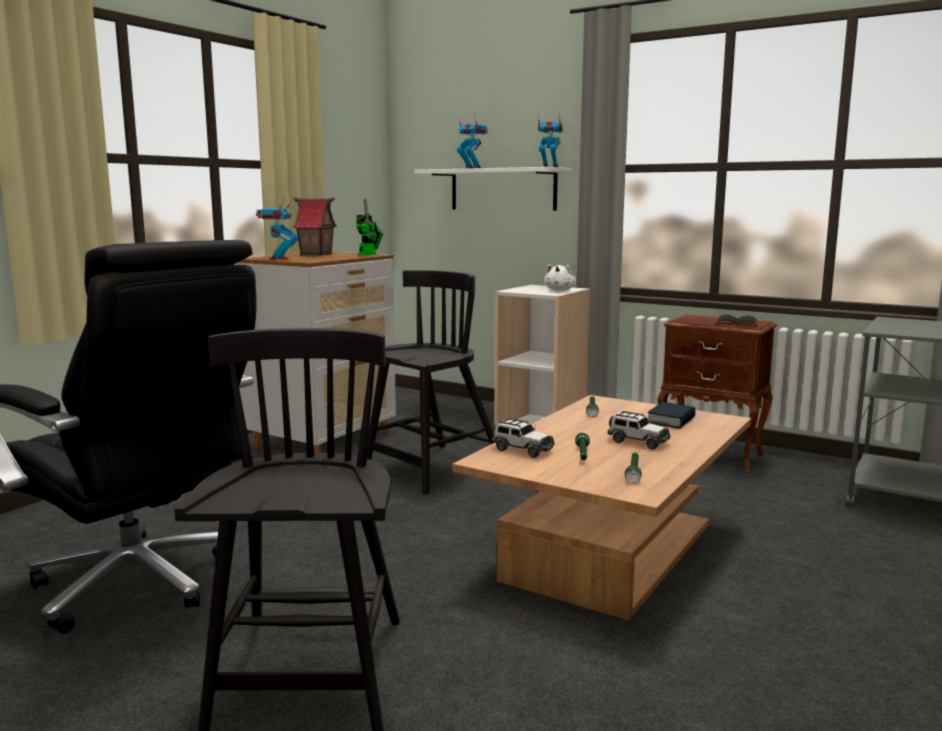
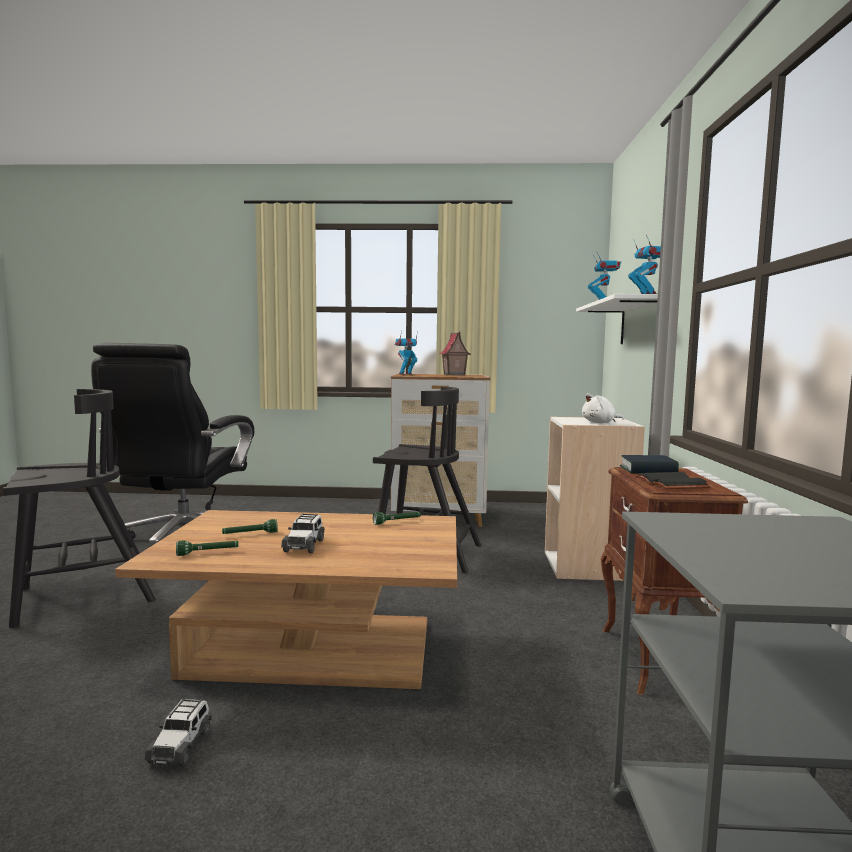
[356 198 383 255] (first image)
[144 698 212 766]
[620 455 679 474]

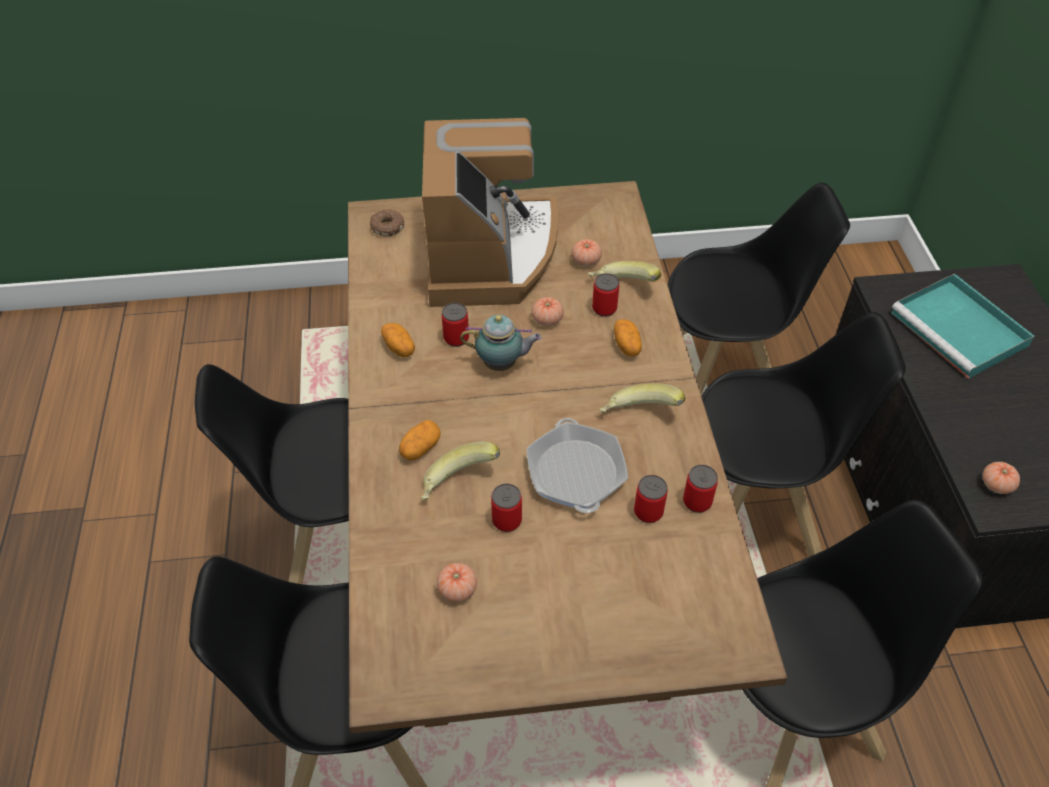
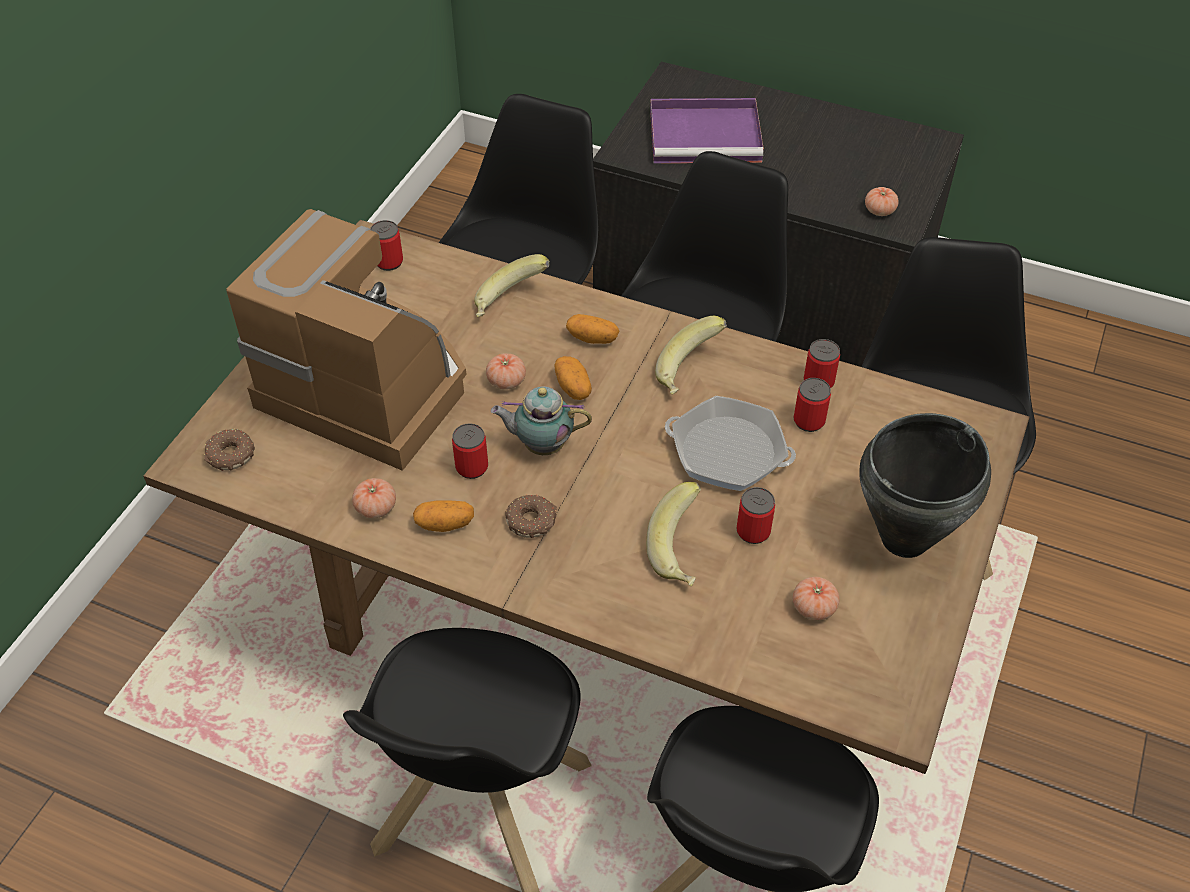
[554 356 592 400]
[491 386 592 455]
[352 478 396 518]
[370 220 403 271]
[650 98 764 163]
[505 495 557 538]
[859 413 991 558]

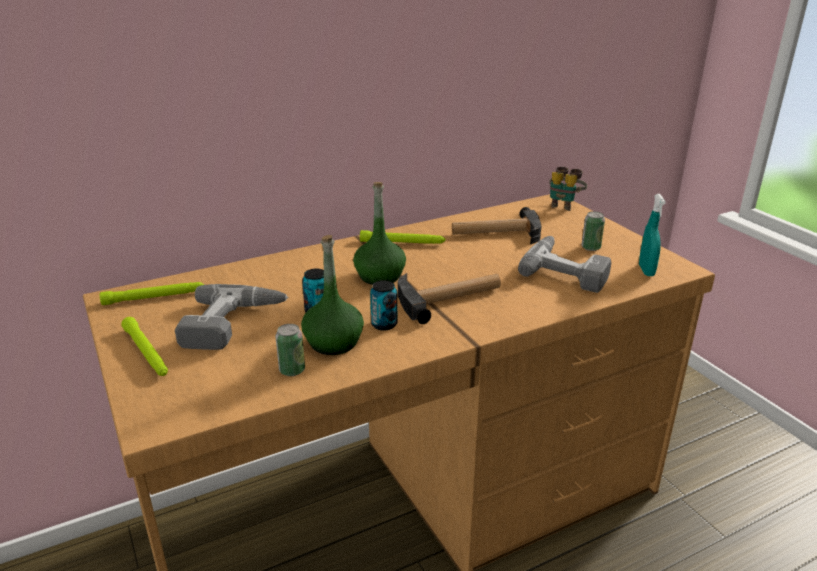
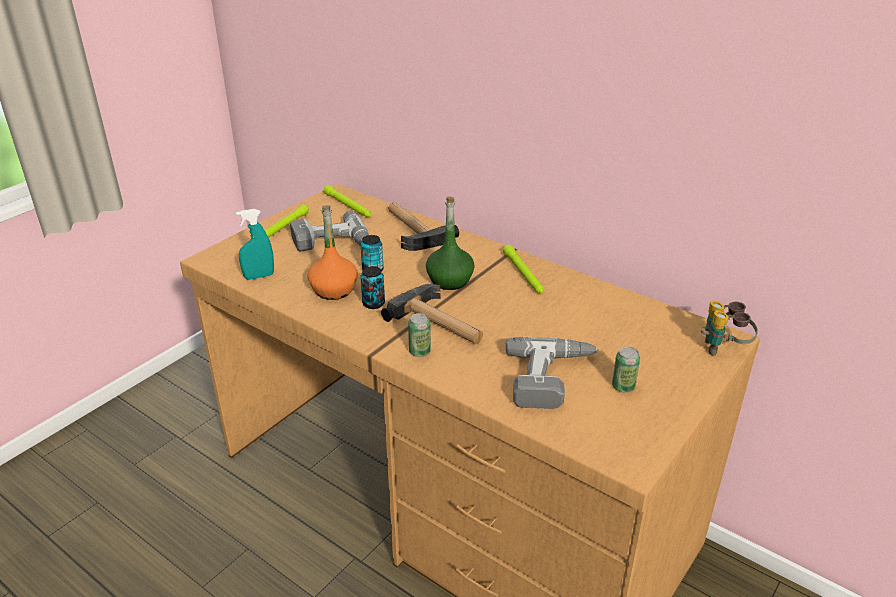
[408 313 431 357]
[308 205 357 300]
[388 202 459 251]
[236 209 274 280]

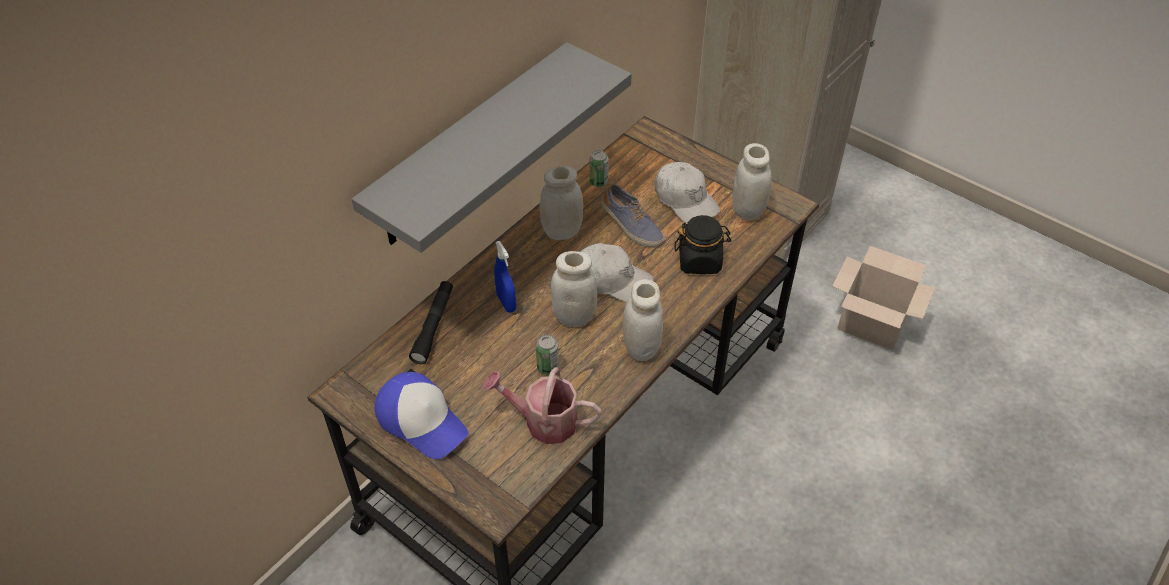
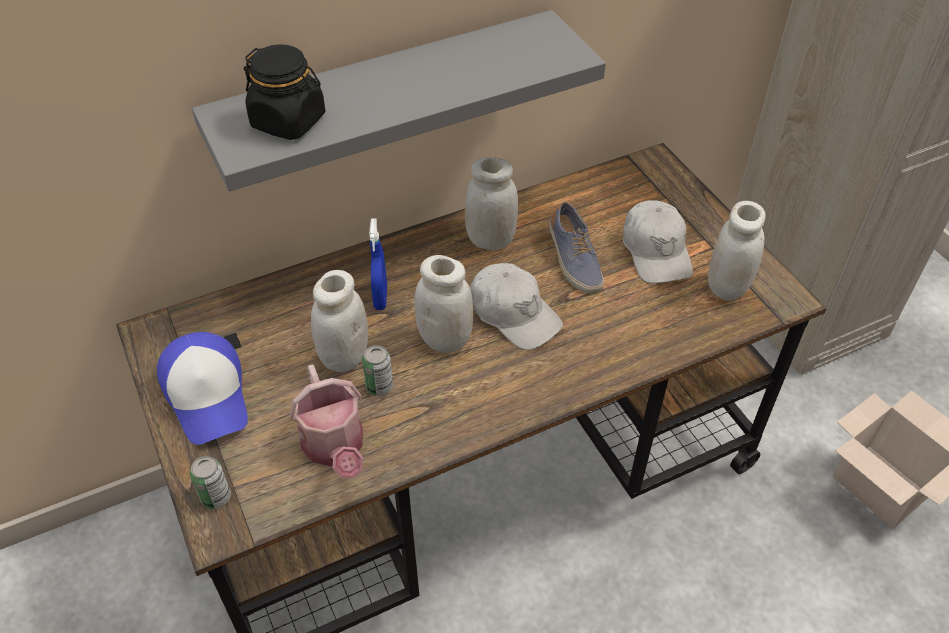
[409 281 453 364] (first image)
[289 364 364 479]
[190 456 231 509]
[311 270 368 372]
[244 44 325 140]

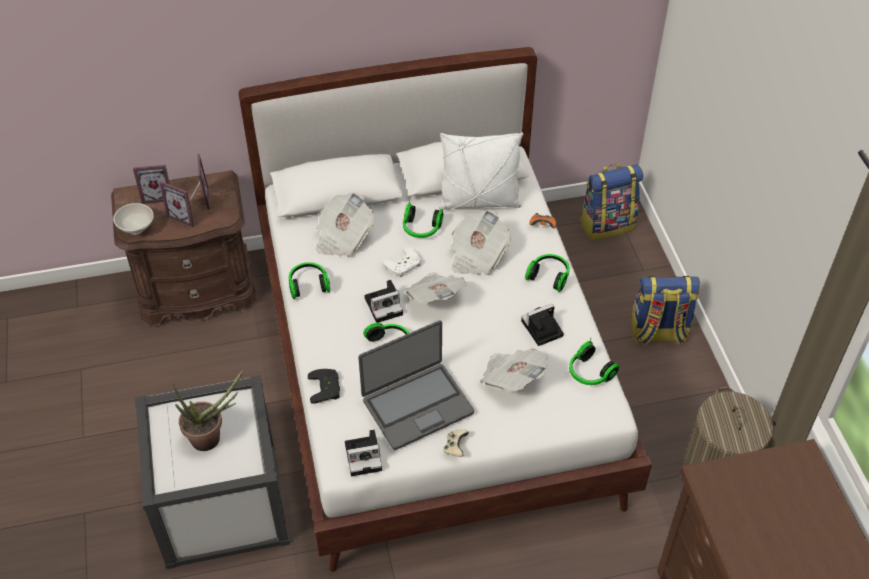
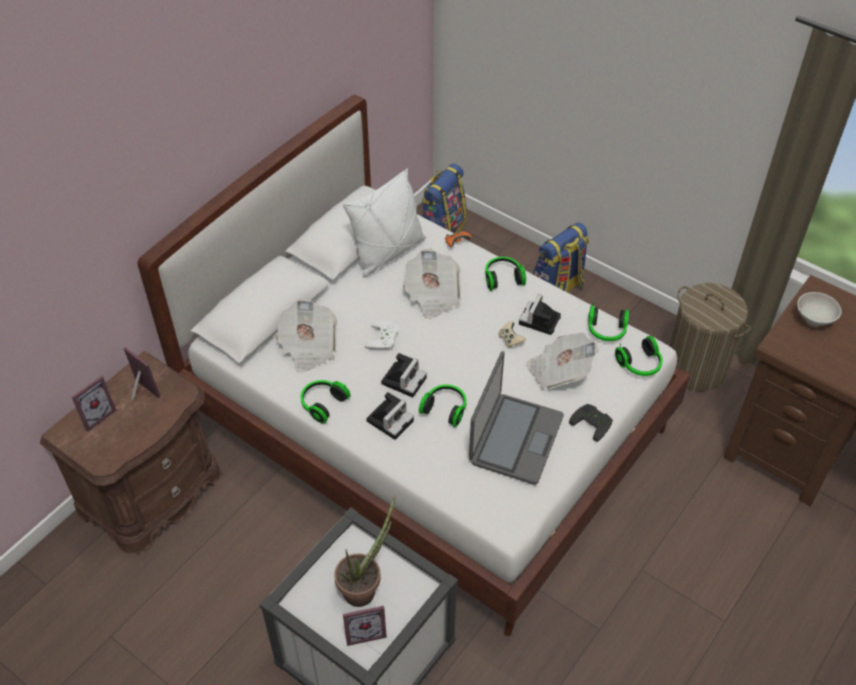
[797 292 842 327]
[343 606 387 646]
[569 404 613 442]
[366 392 414 440]
[615 336 663 376]
[404 272 466 304] (first image)
[499 321 526 347]

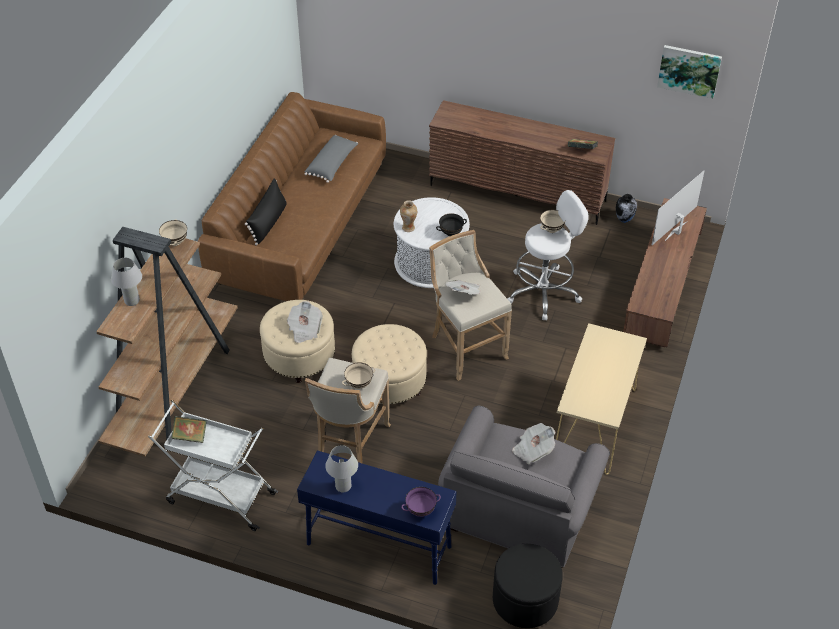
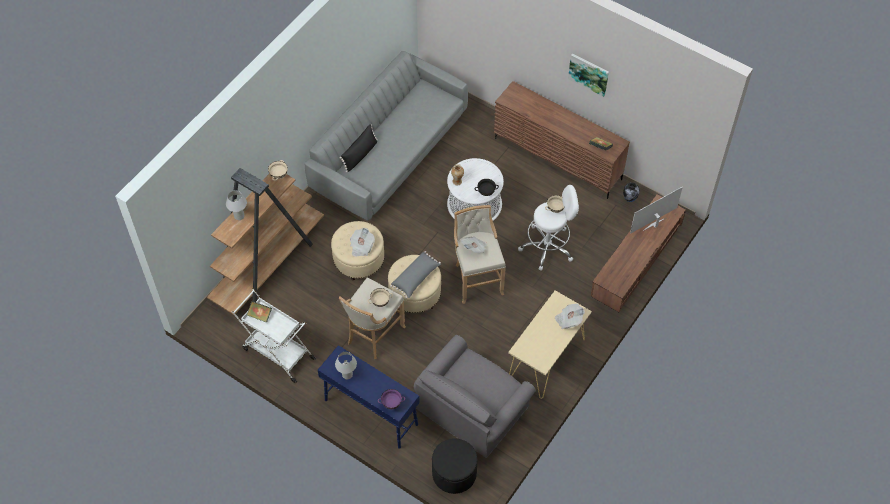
[305 51 468 221]
[390 251 441 299]
[555 304 585 329]
[568 53 609 97]

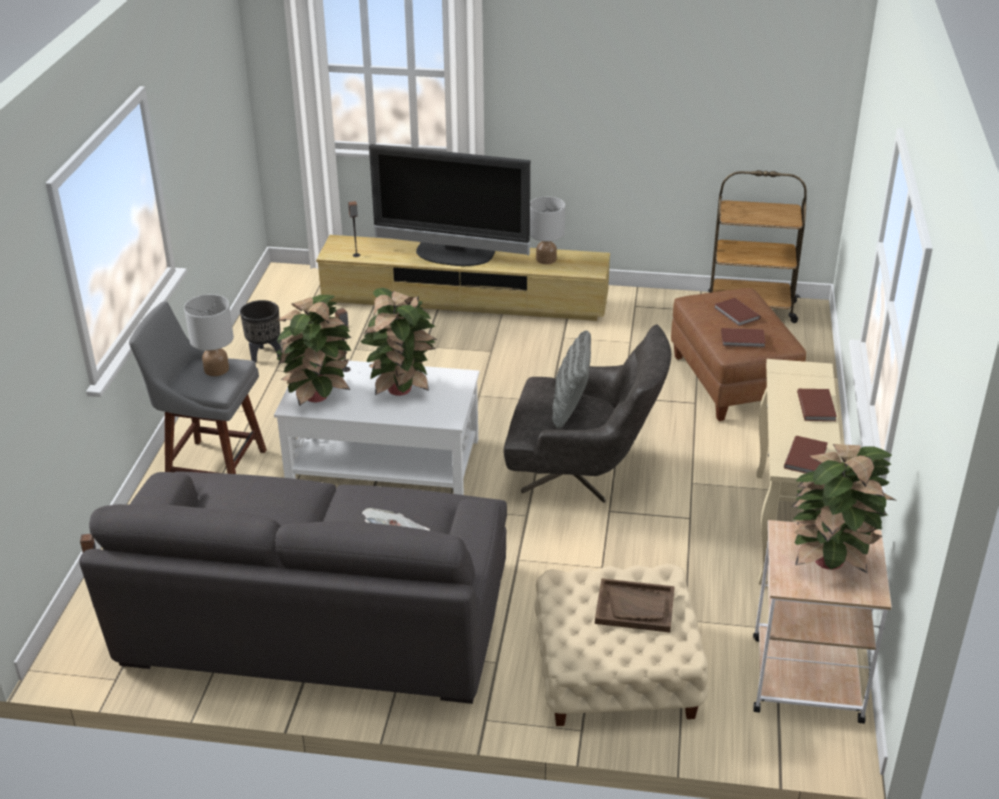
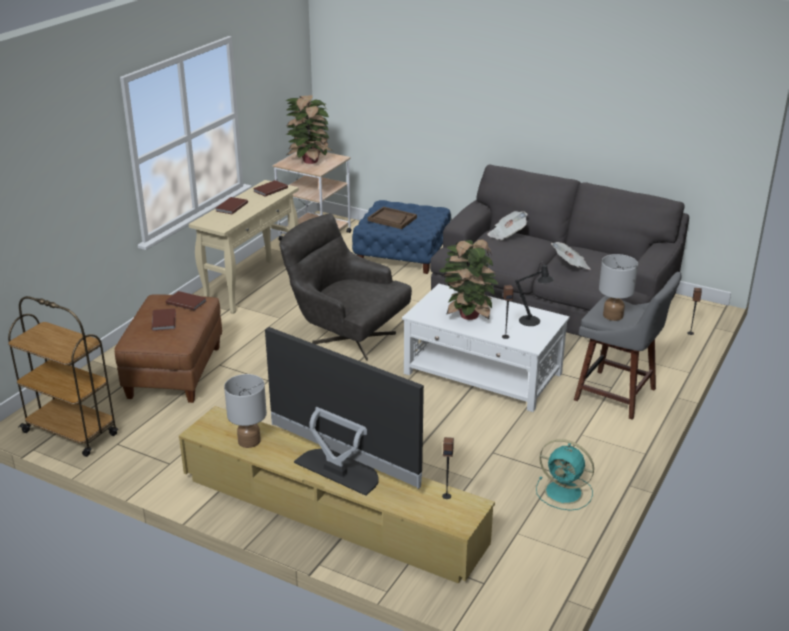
[536 439 594 511]
[515 261 554 326]
[352 200 451 274]
[552 330 591 429] (first image)
[551 242 590 270]

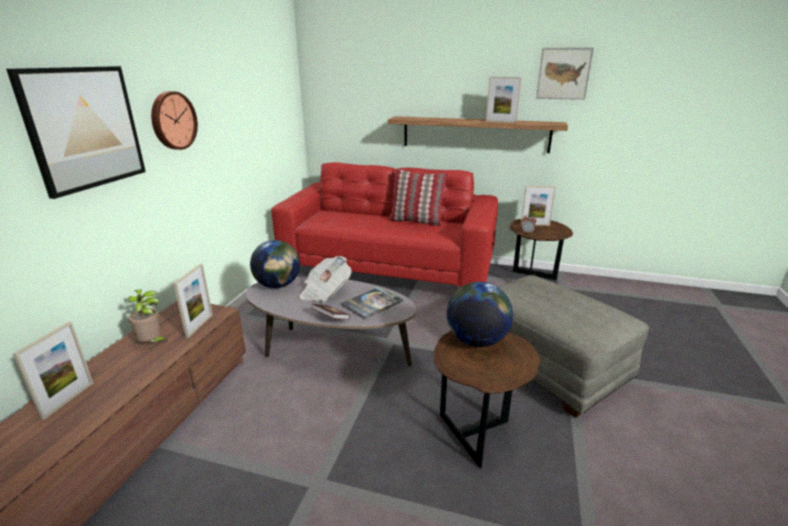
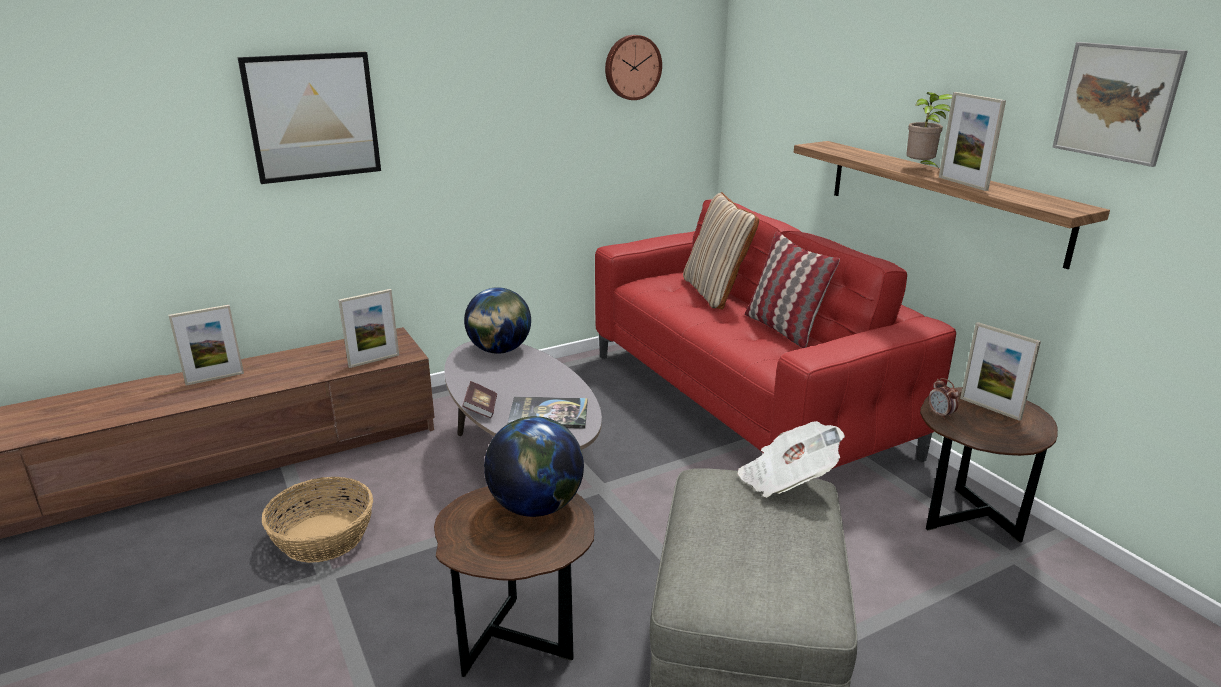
[906 92 952 169]
[605 35 662 100]
[737 421 845 498]
[262 477 373 563]
[683 192 759 310]

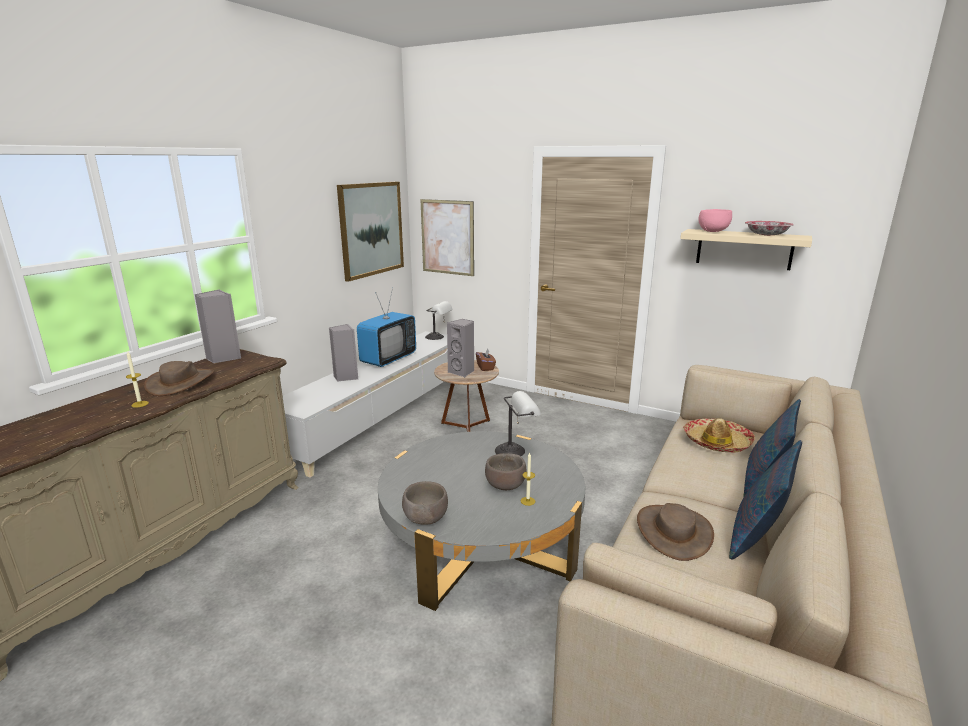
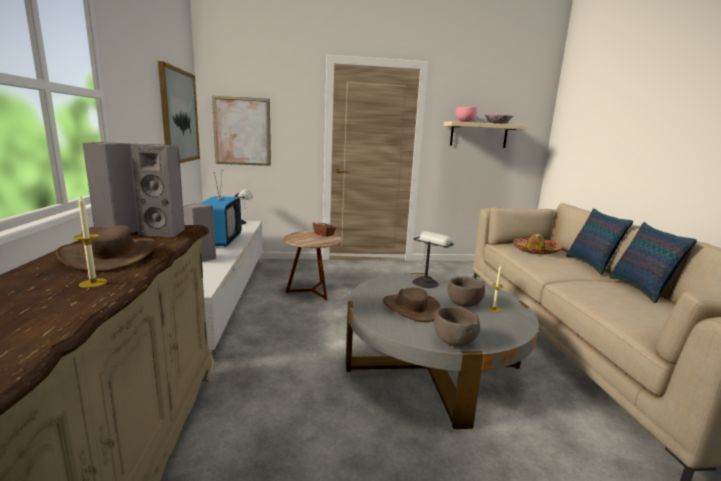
[129 144 185 238]
[383 288 441 322]

